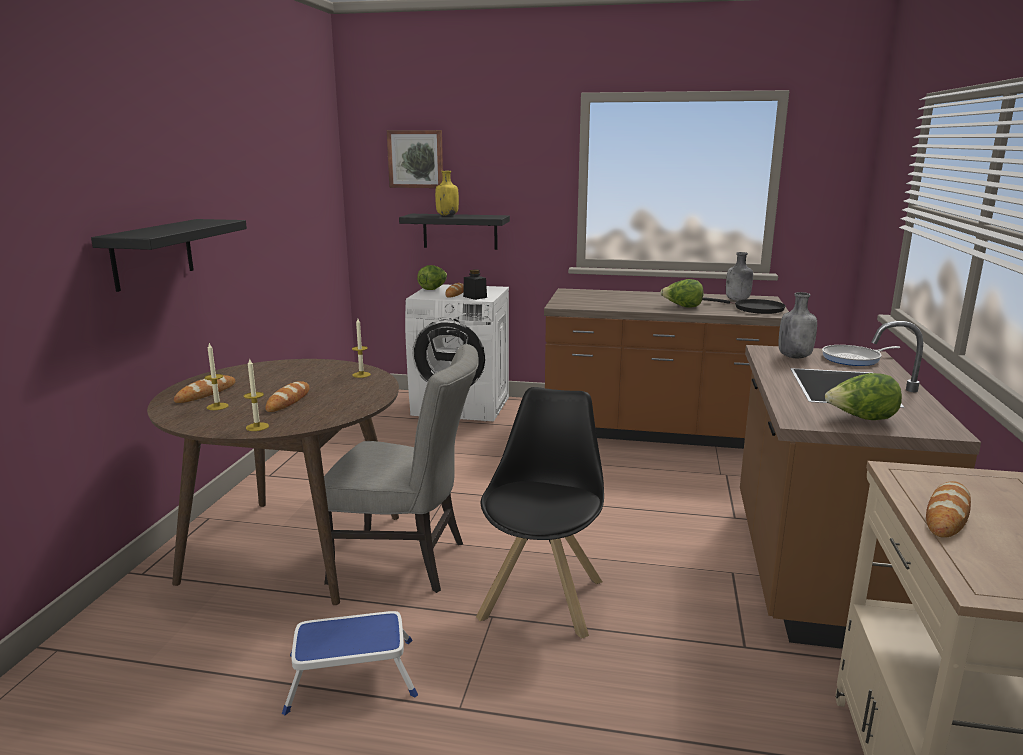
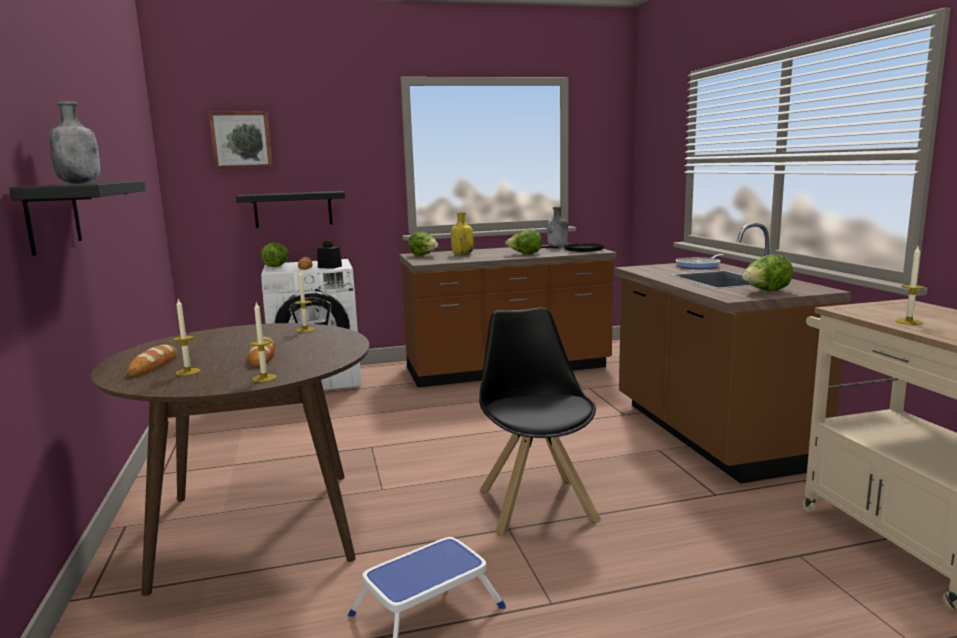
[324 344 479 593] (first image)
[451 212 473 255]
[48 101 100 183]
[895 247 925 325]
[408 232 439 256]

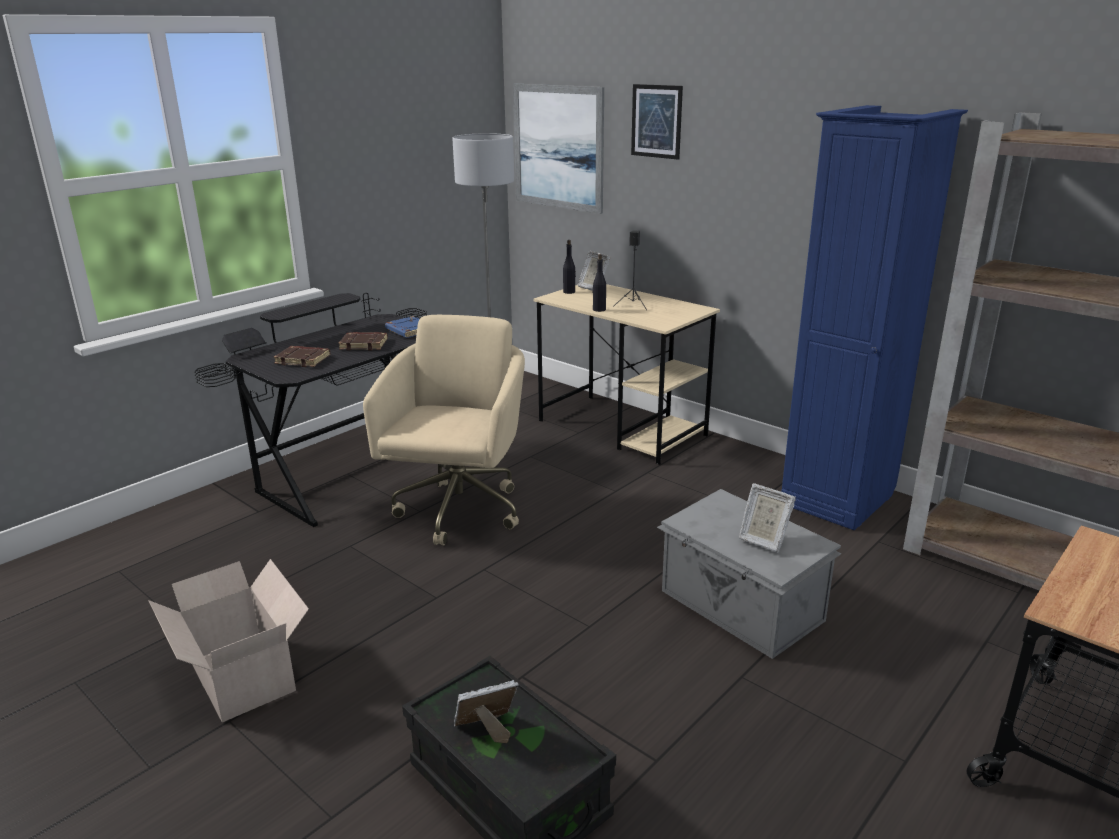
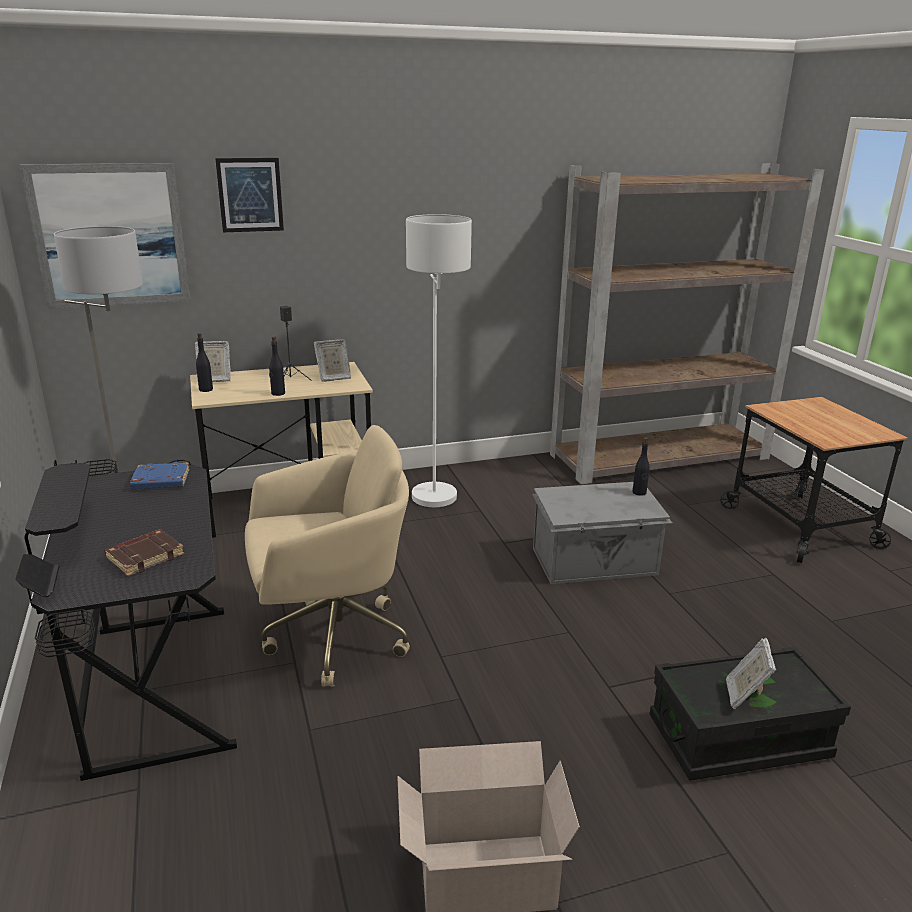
[338 332 388 351] (first image)
[245 425 410 687]
[313 339 351 382]
[781 105 968 530] (first image)
[406 214 472 507]
[632 437 650 496]

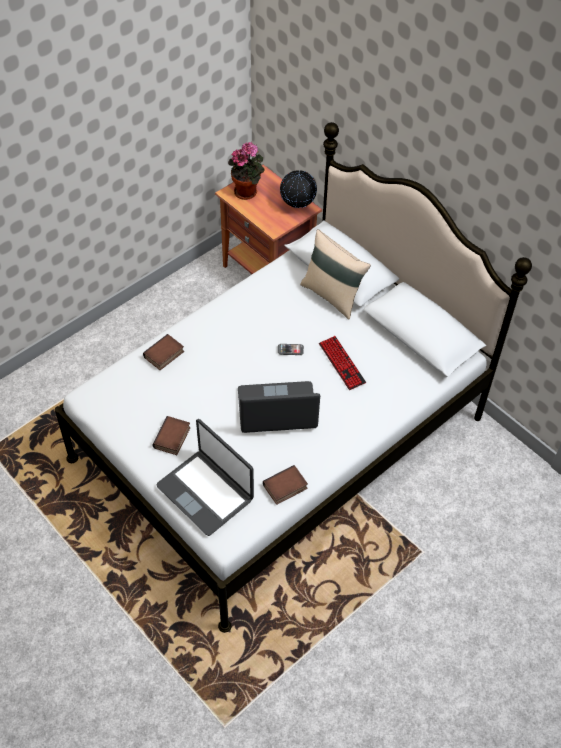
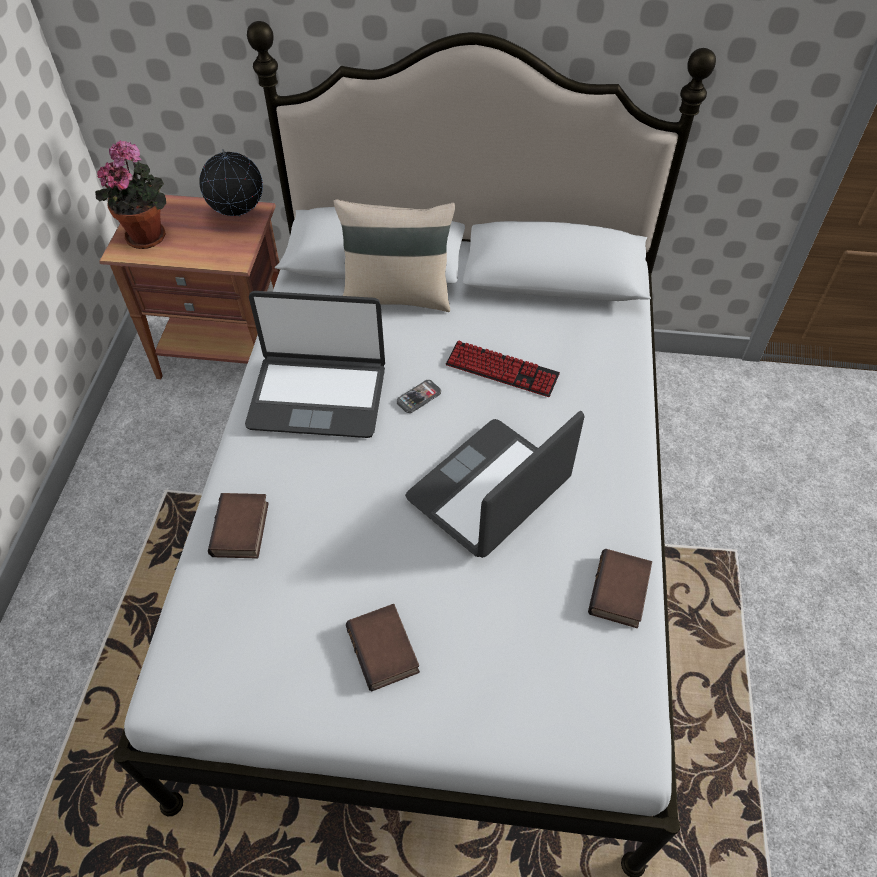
[245 291 385 438]

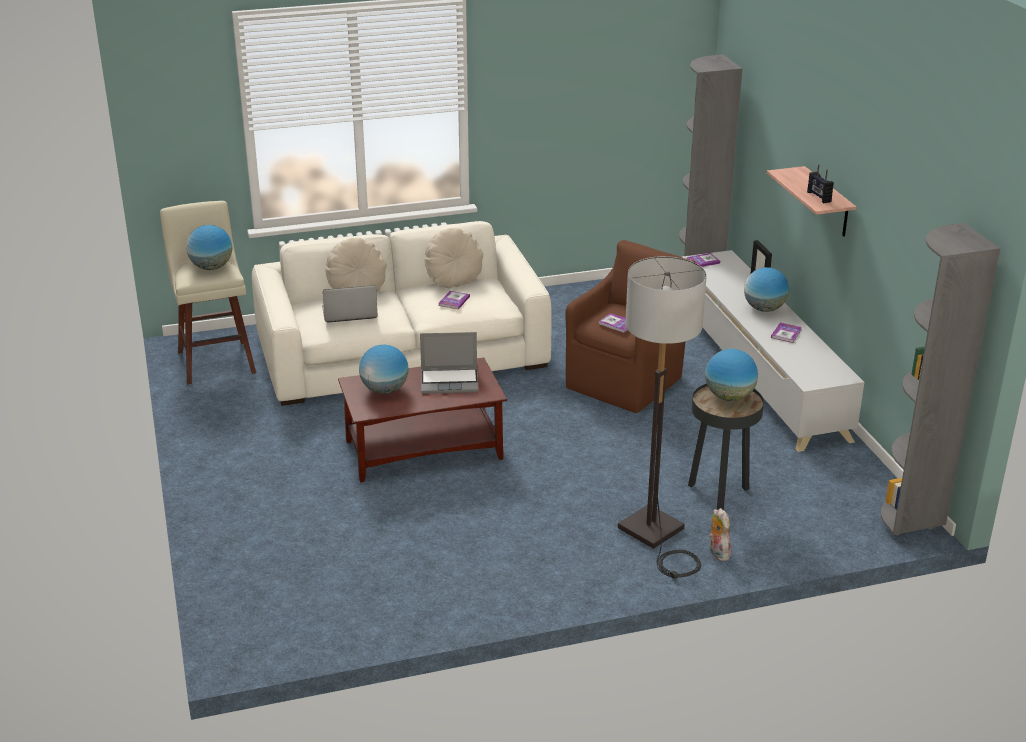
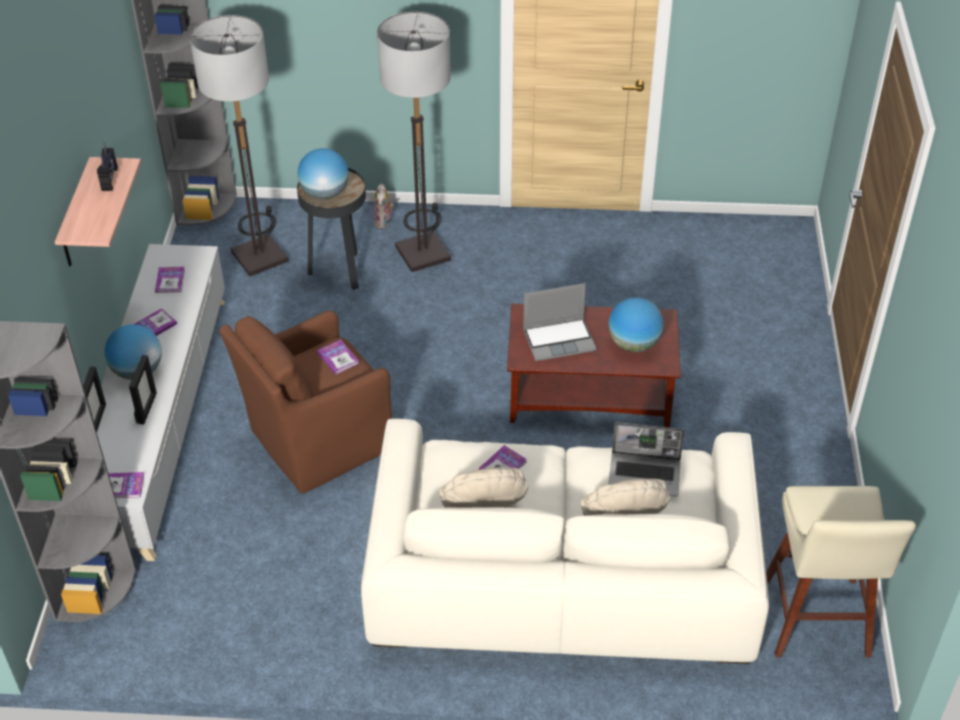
[186 225 232 270] (first image)
[523 283 597 361]
[129 355 157 424]
[155 267 185 293]
[190 15 288 276]

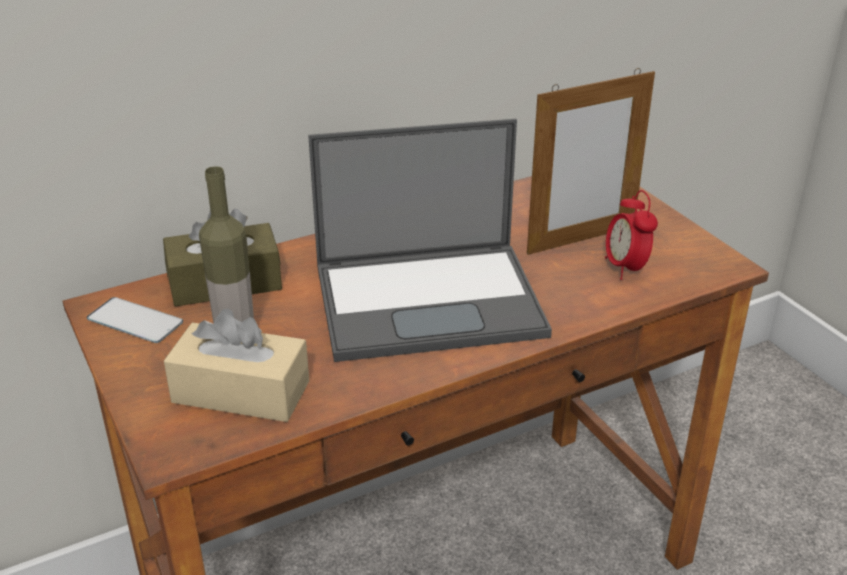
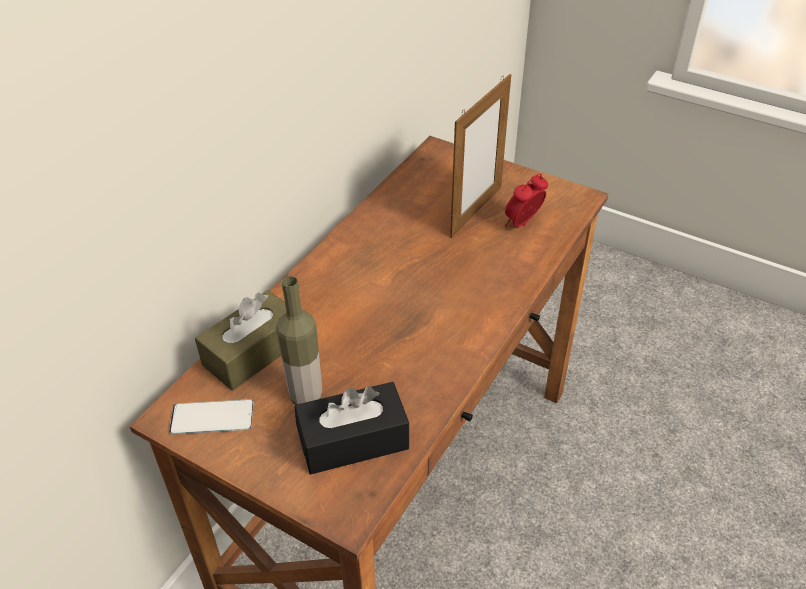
[294 382 409 474]
[308 119 552 362] (first image)
[505 173 548 227]

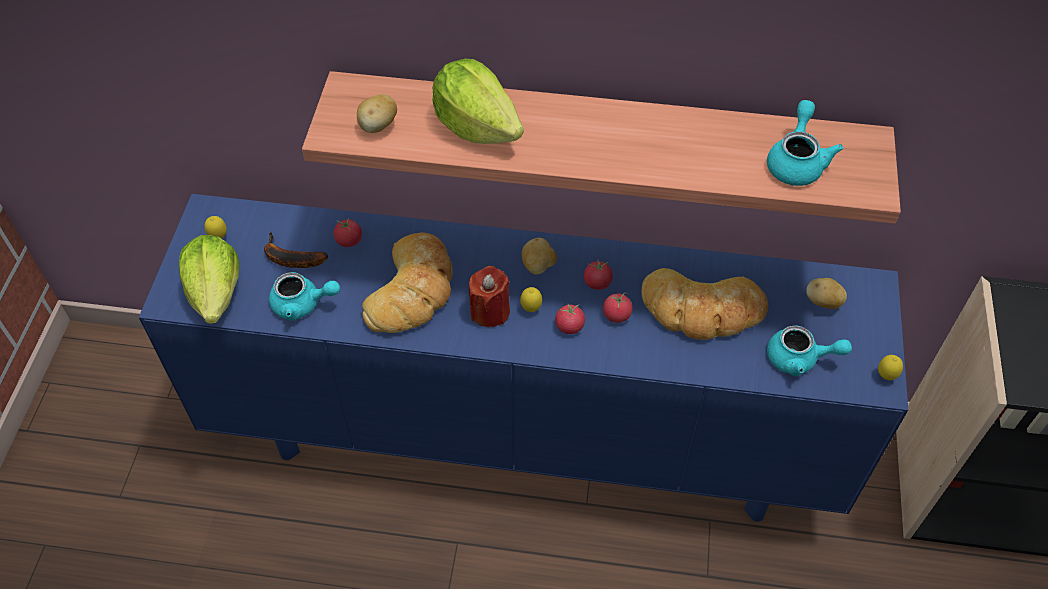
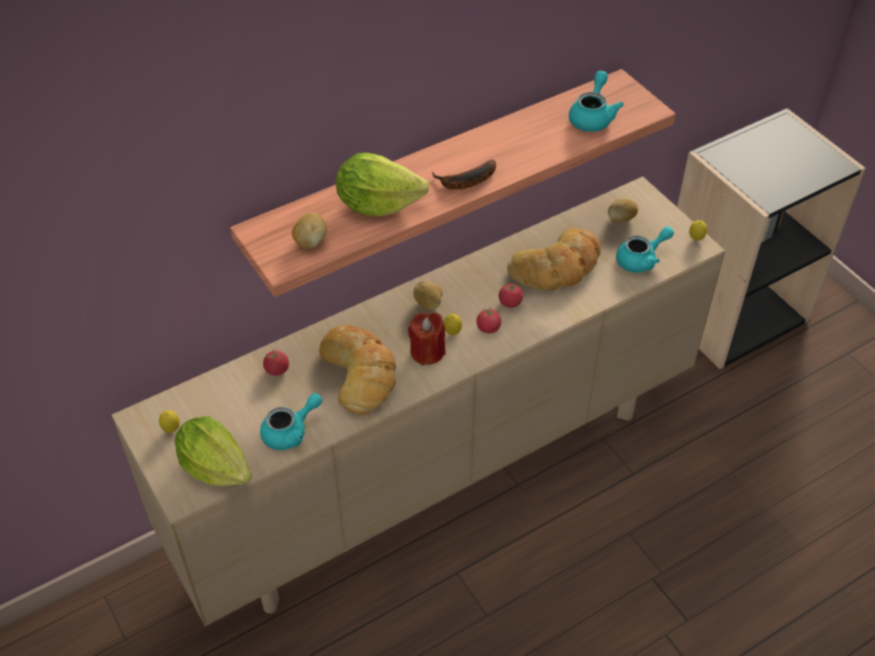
[112 177 725 626]
[432 160 496 189]
[584 259 613 290] (first image)
[569 71 624 132]

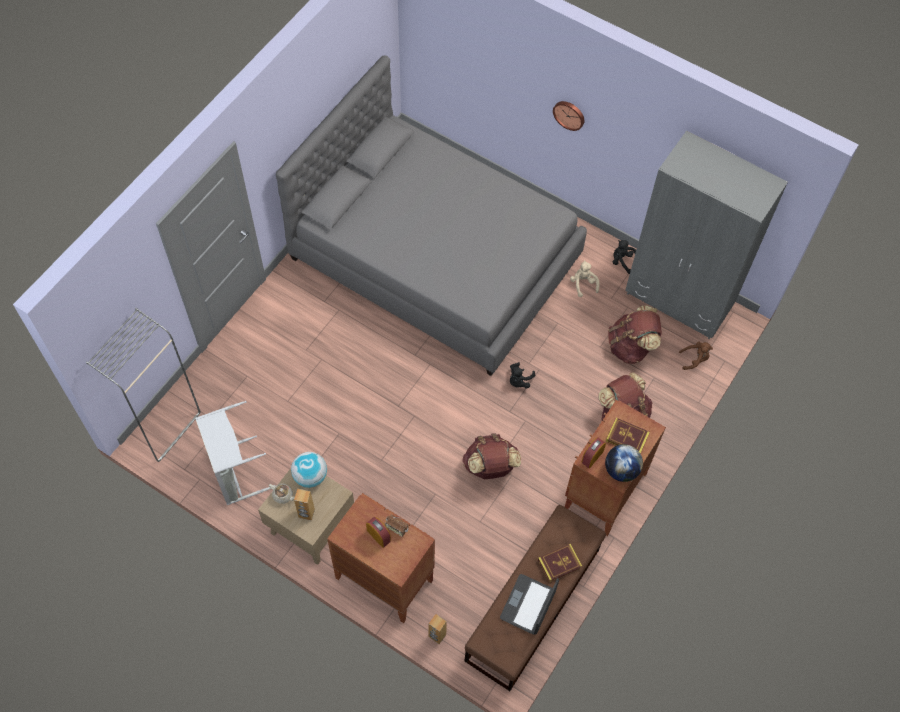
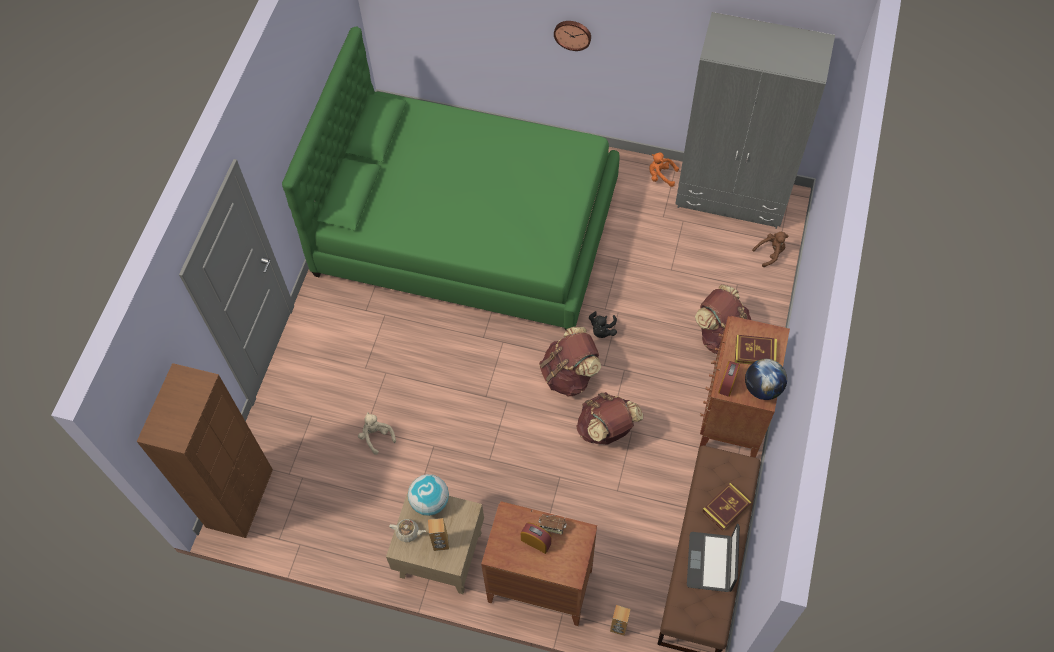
[137 363 273 538]
[195 401 275 505] (first image)
[282 27 620 330]
[358 412 396 455]
[539 327 601 397]
[649 152 679 187]

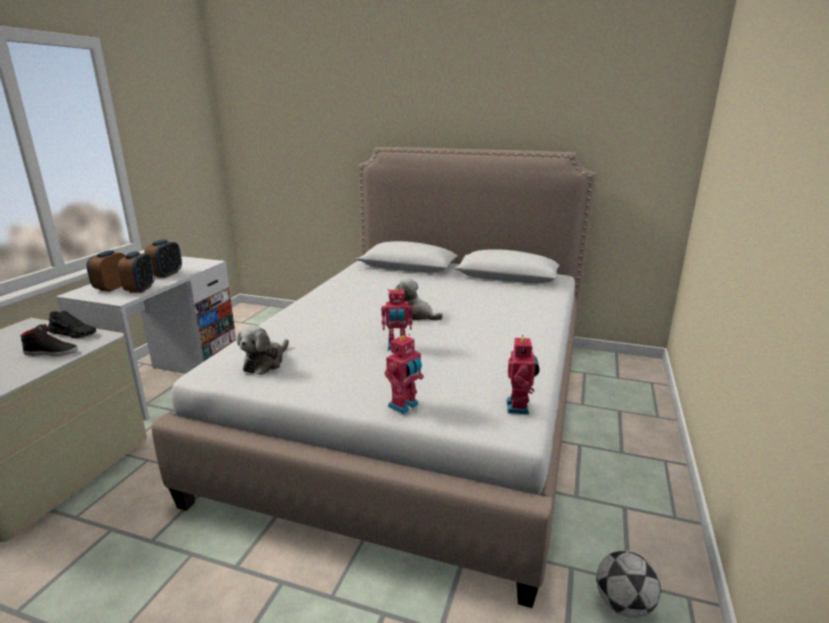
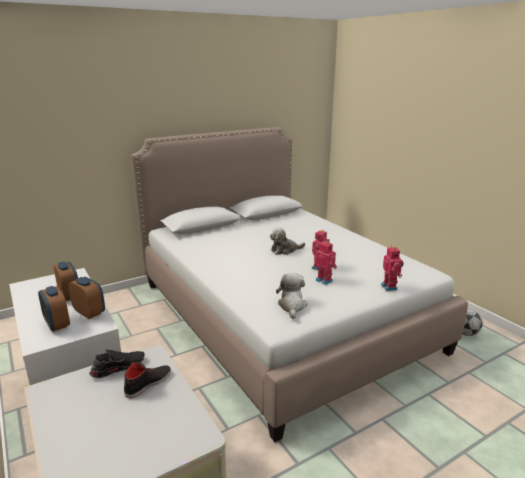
[276 273 307 319]
[315 241 337 285]

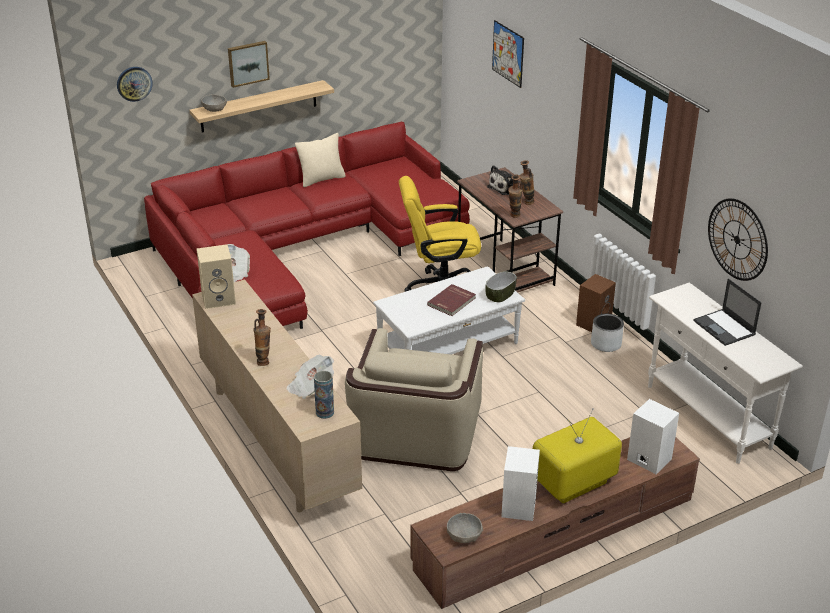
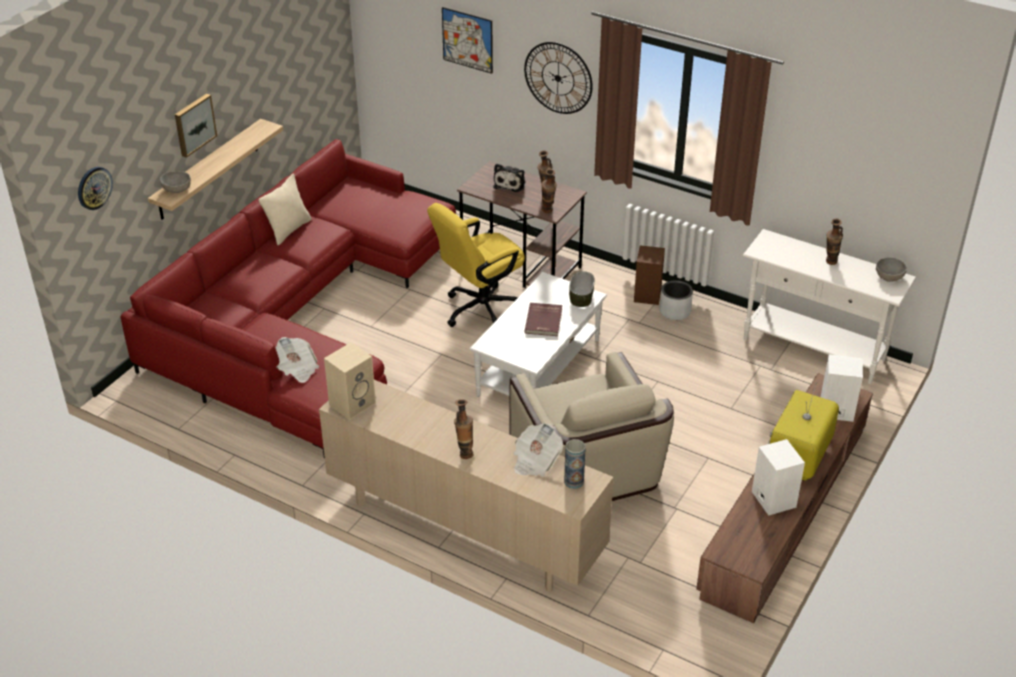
[876 257 907 282]
[826 218 843 265]
[524 42 593 114]

